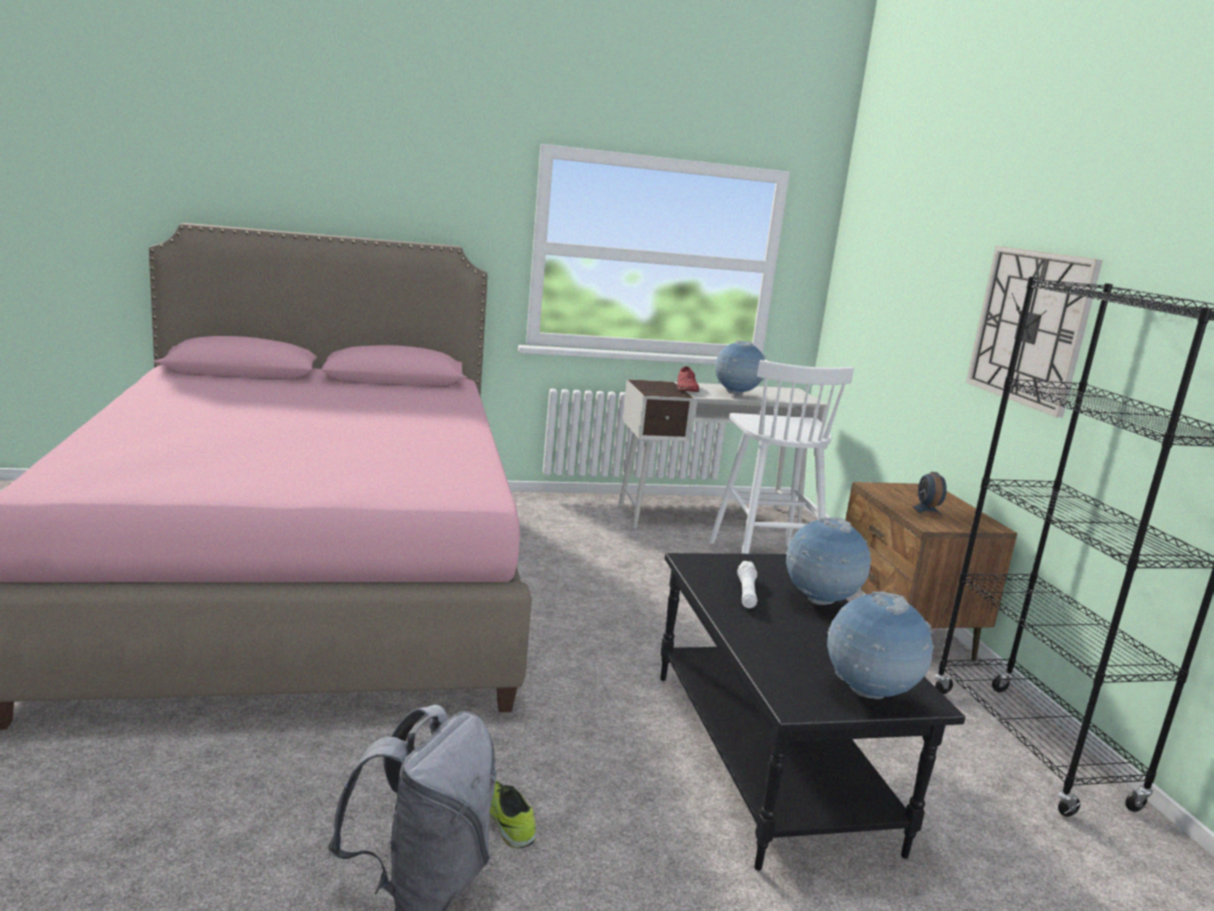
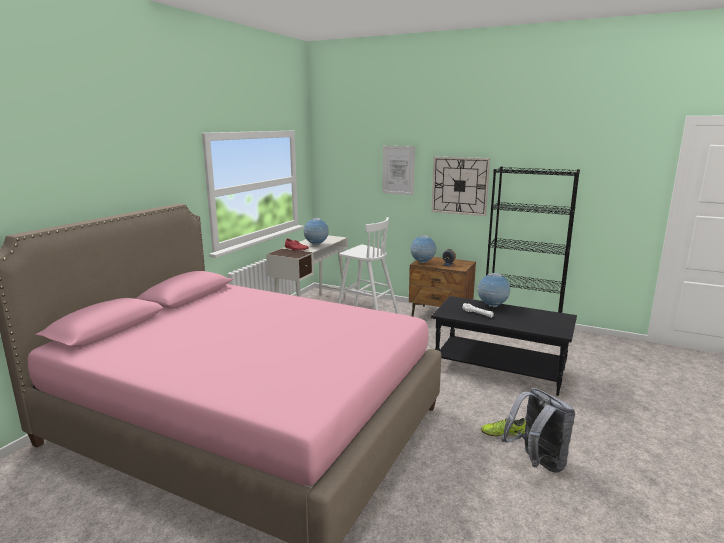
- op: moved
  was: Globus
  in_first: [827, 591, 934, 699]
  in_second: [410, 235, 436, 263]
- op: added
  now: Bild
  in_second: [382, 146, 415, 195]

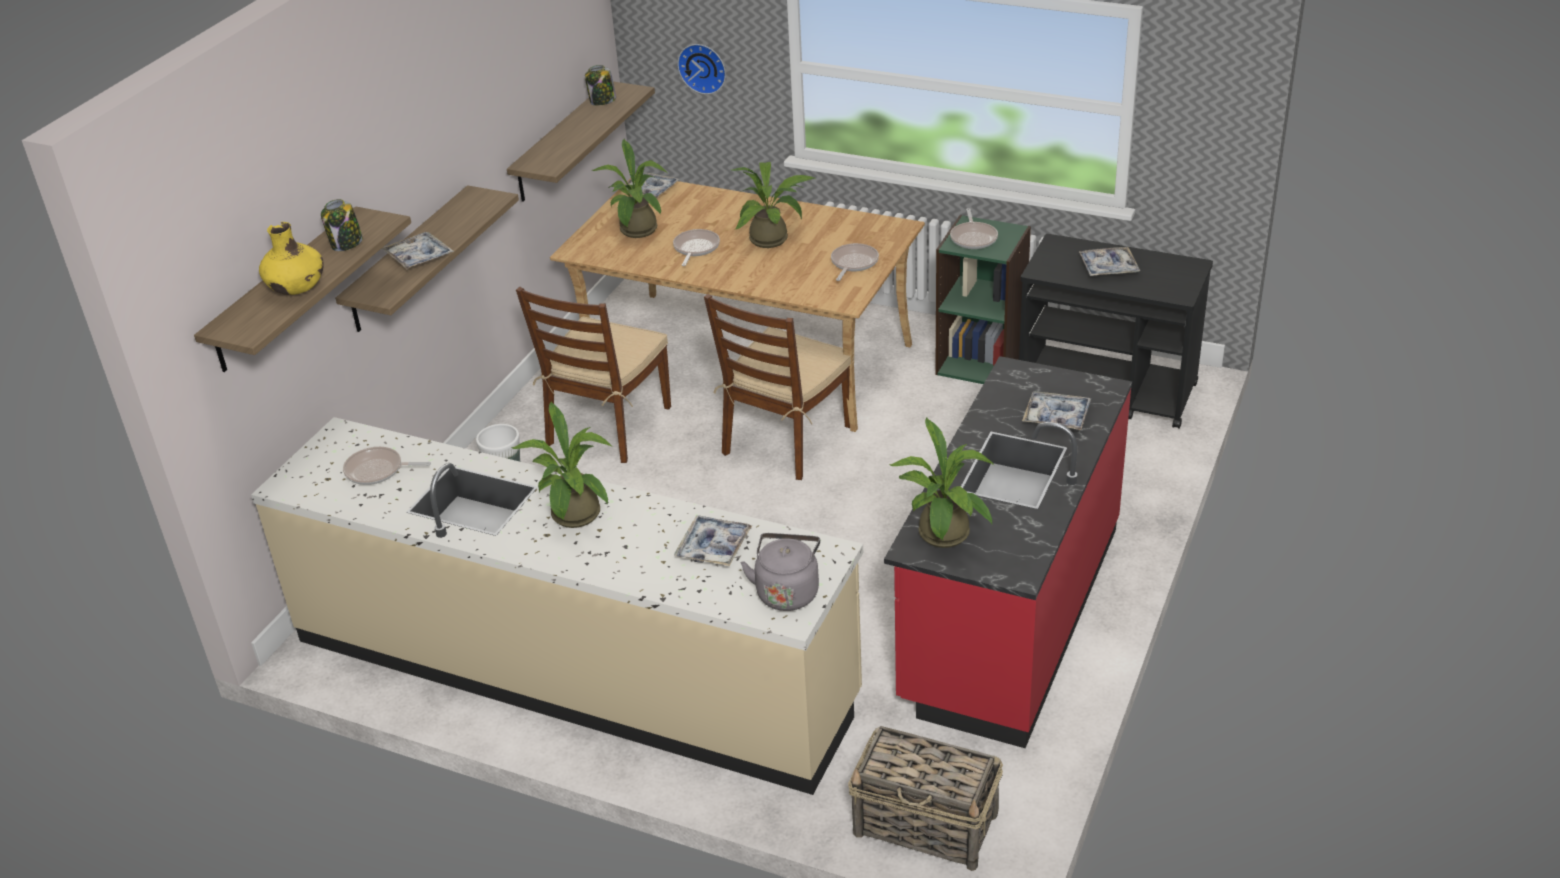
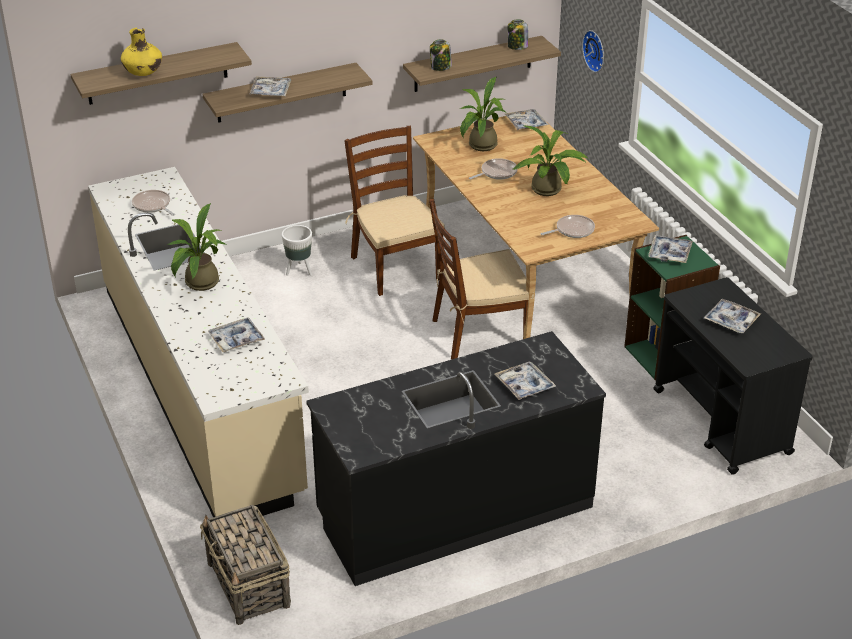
- op: moved
  was: Vorratsglas
  in_first: [321, 199, 363, 251]
  in_second: [430, 39, 452, 71]
- op: replaced
  was: Pfanne
  now: Tablett
  in_first: [950, 208, 998, 249]
  in_second: [648, 235, 693, 263]
- op: turned
  was: Stuhl/braun
  in_first: [516, 287, 671, 463]
  in_second: [344, 126, 445, 296]
  clockwise: 90
- op: recoloured
  was: Küchenzeile/rot
  now: Küchenzeile/schwarz
  in_first: [884, 356, 1132, 748]
  in_second: [306, 331, 606, 586]
- op: removed
  was: Topfpflanze
  in_first: [890, 418, 994, 548]
- op: removed
  was: Wasserkessel/grau
  in_first: [741, 533, 820, 611]

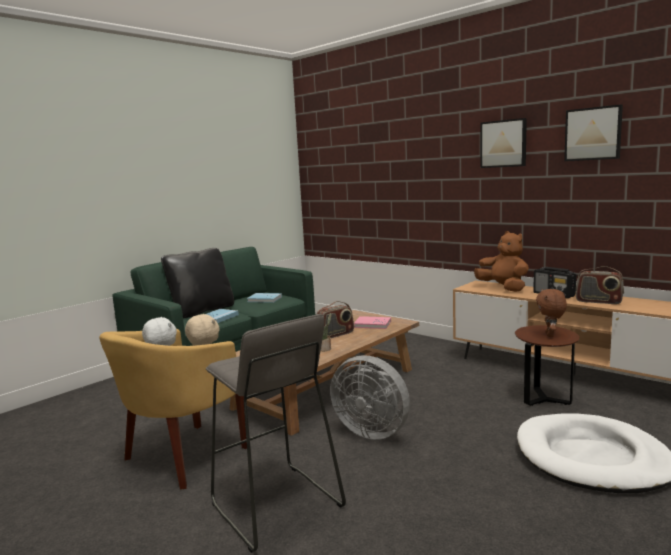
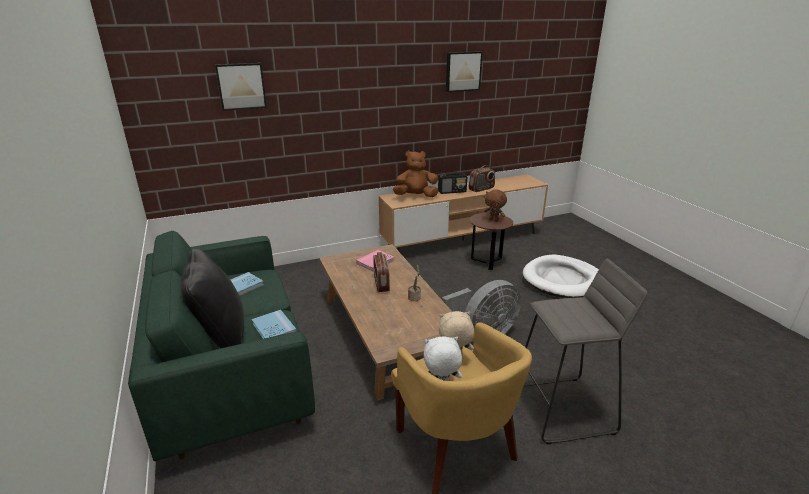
- op: moved
  was: Bild
  in_first: [480, 118, 527, 168]
  in_second: [215, 63, 267, 111]

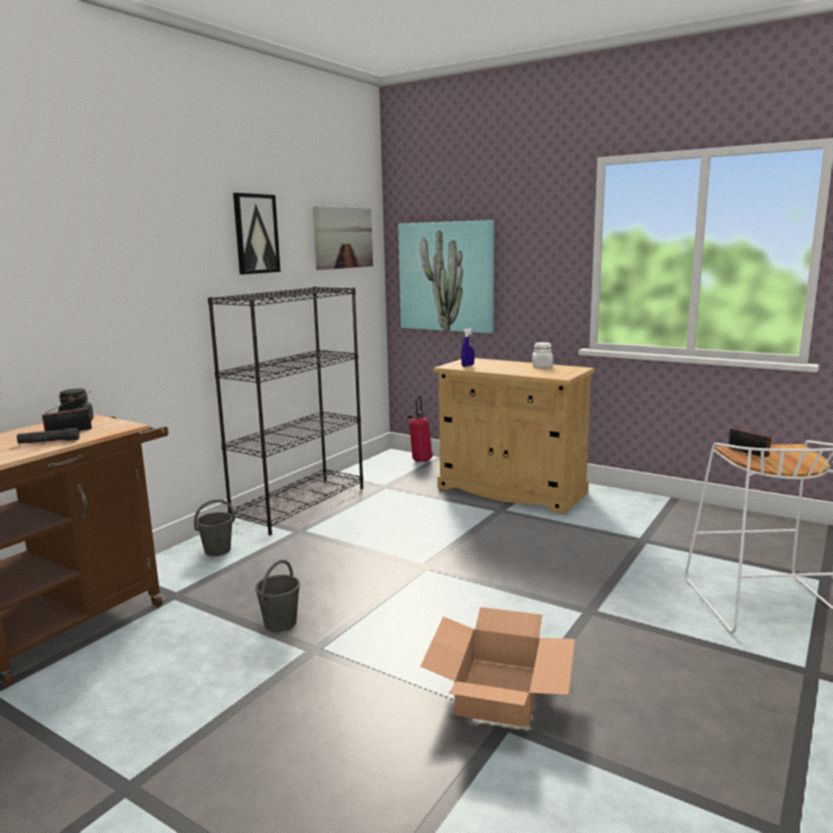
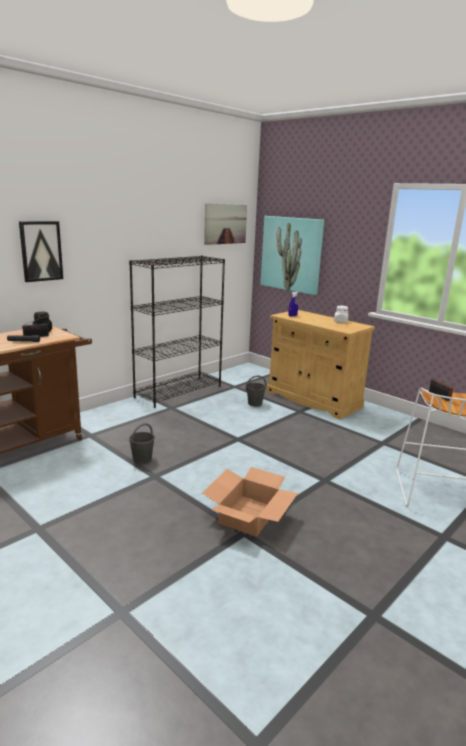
- op: moved
  was: Bild
  in_first: [233, 193, 281, 274]
  in_second: [19, 221, 63, 282]
- op: removed
  was: Feuerlöscher
  in_first: [407, 396, 433, 462]
- op: moved
  was: Eimer/grau
  in_first: [194, 499, 235, 556]
  in_second: [246, 376, 266, 406]

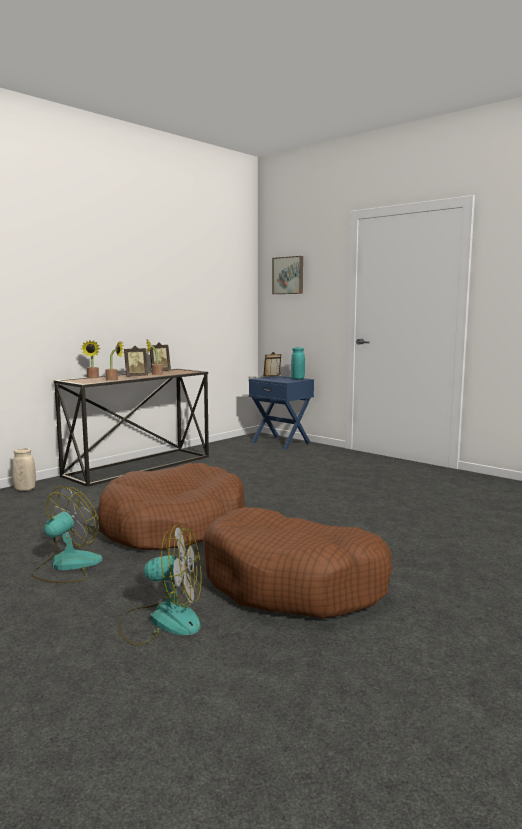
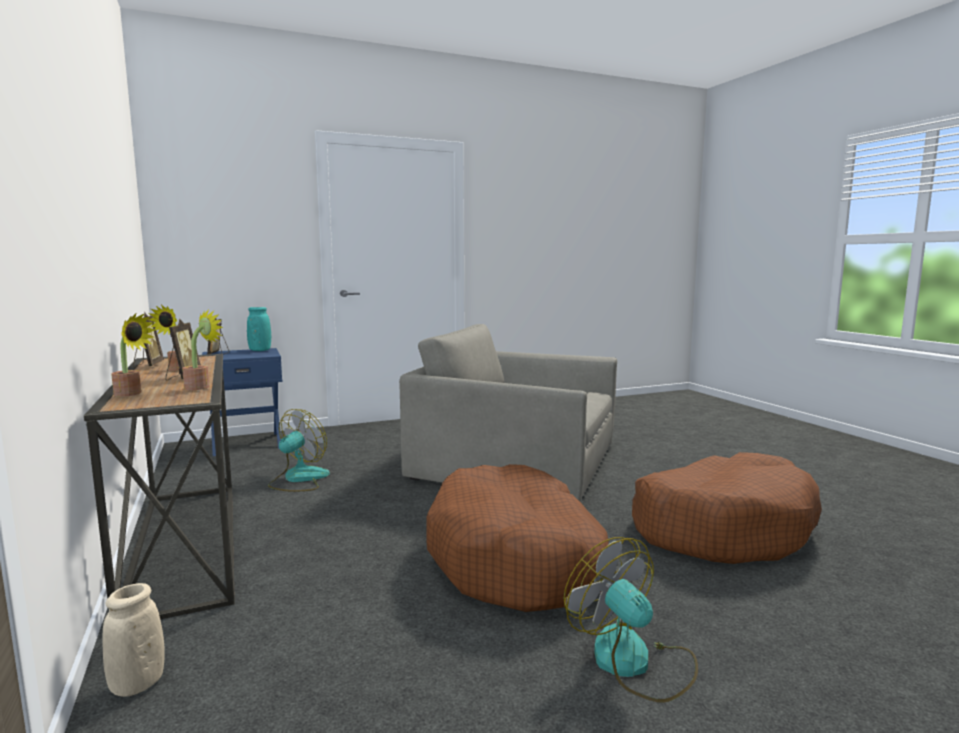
- op: removed
  was: Bild
  in_first: [272, 256, 303, 294]
- op: moved
  was: Ventilator
  in_first: [119, 525, 202, 646]
  in_second: [268, 409, 330, 492]
- op: added
  now: Sessel/grau
  in_second: [399, 324, 617, 502]

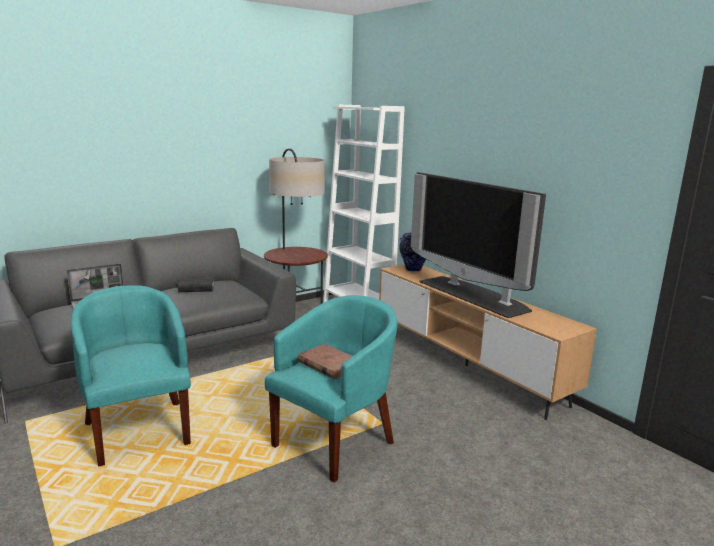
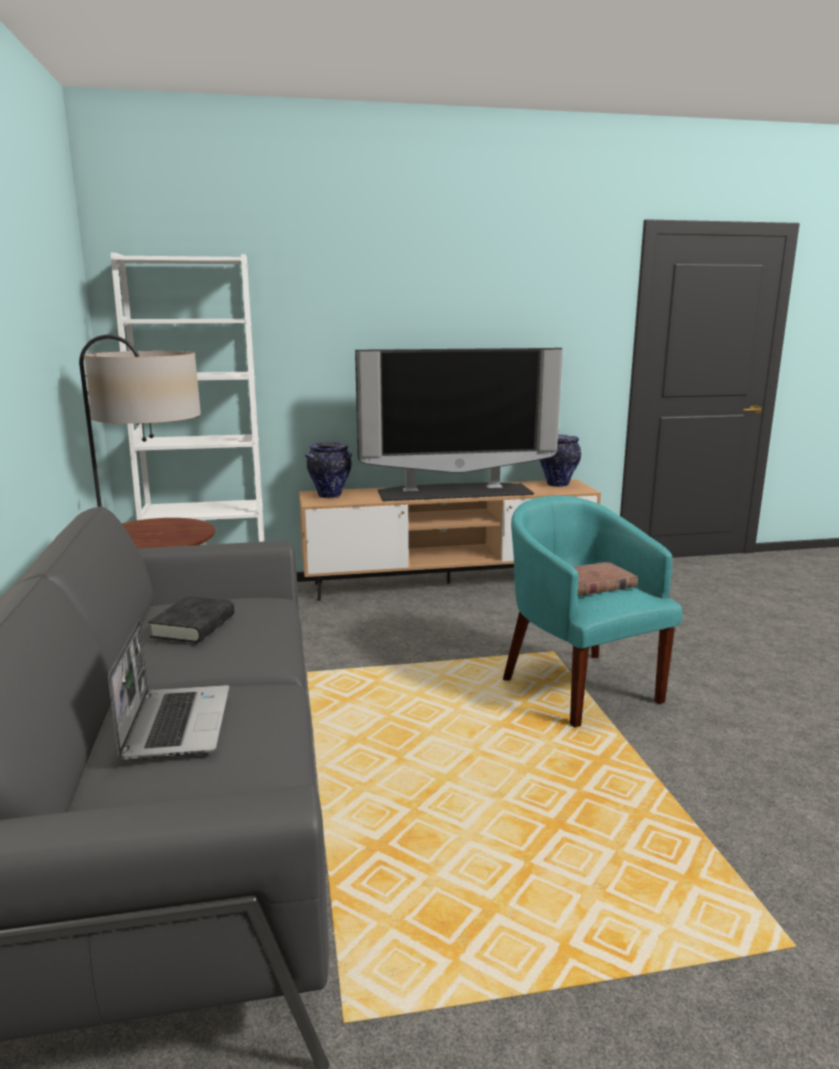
- op: removed
  was: Sessel/türkis
  in_first: [71, 285, 191, 467]
- op: added
  now: Vase
  in_second: [540, 435, 581, 487]

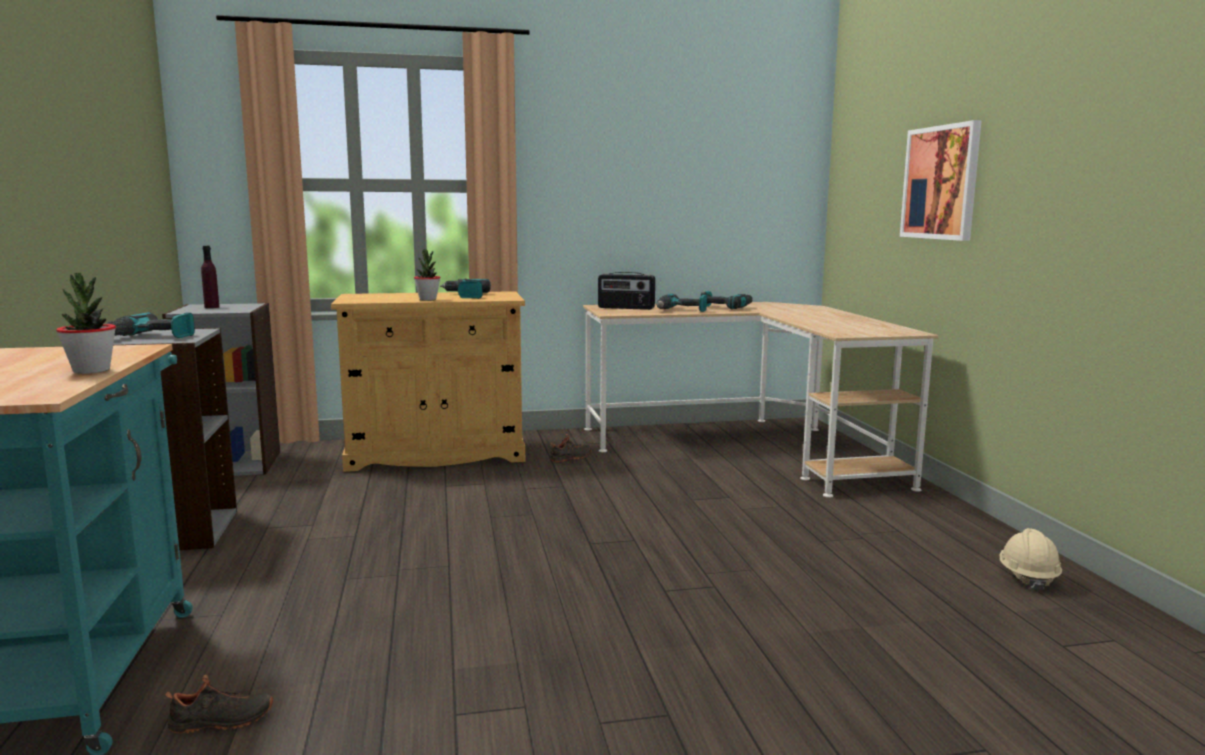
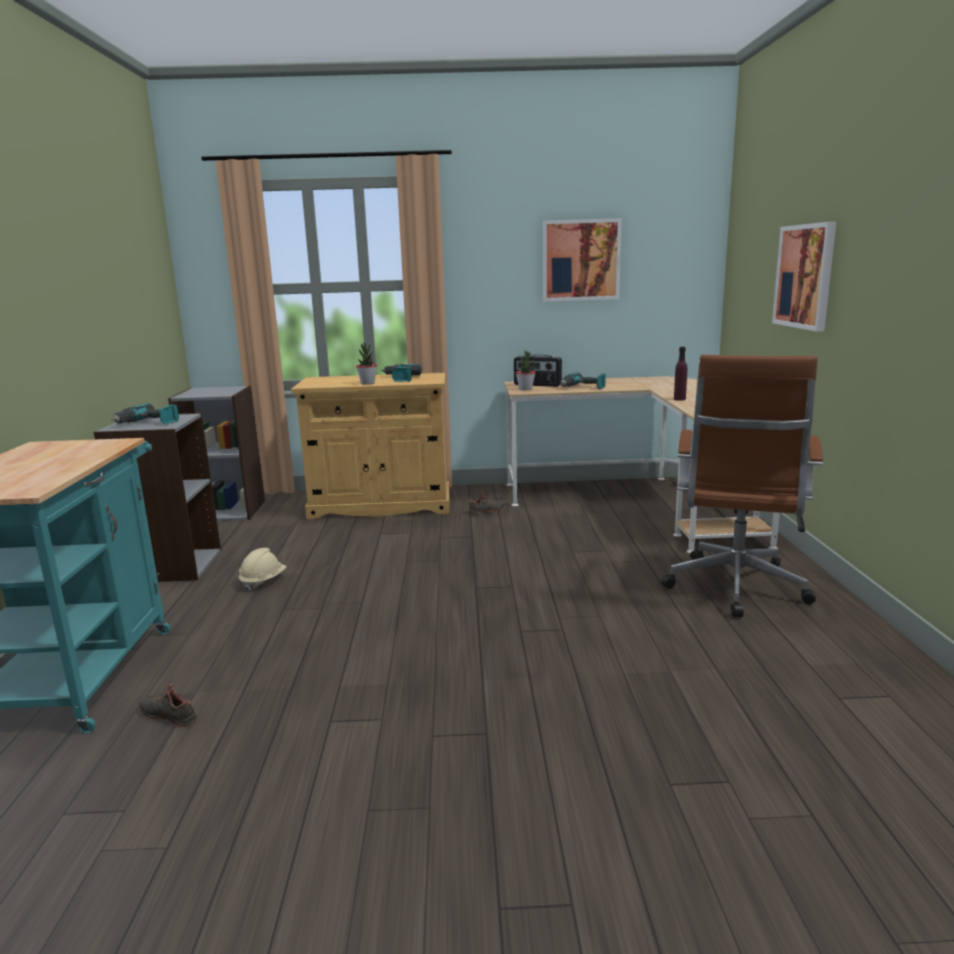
- op: moved
  was: Flasche/lila
  in_first: [201, 246, 219, 308]
  in_second: [674, 347, 687, 401]
- op: moved
  was: Topfpflanze
  in_first: [56, 273, 116, 374]
  in_second: [516, 350, 536, 390]
- op: removed
  was: Bohrmaschine
  in_first: [701, 291, 752, 309]
- op: moved
  was: Schutzhelm/beige
  in_first: [1000, 528, 1062, 592]
  in_second: [239, 548, 286, 591]
- op: turned
  was: Schuh/schwarz
  in_first: [165, 675, 273, 734]
  in_second: [139, 684, 197, 728]
  clockwise: -150
- op: added
  now: Bild
  in_second: [543, 218, 622, 302]
- op: added
  now: Bürostuhl/braun
  in_second: [661, 355, 823, 618]

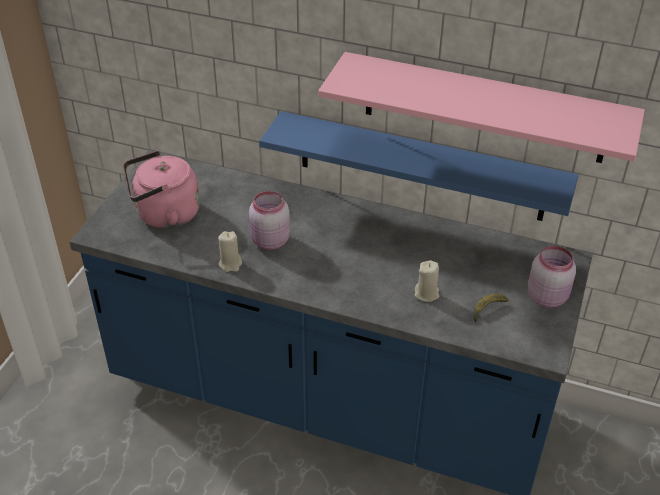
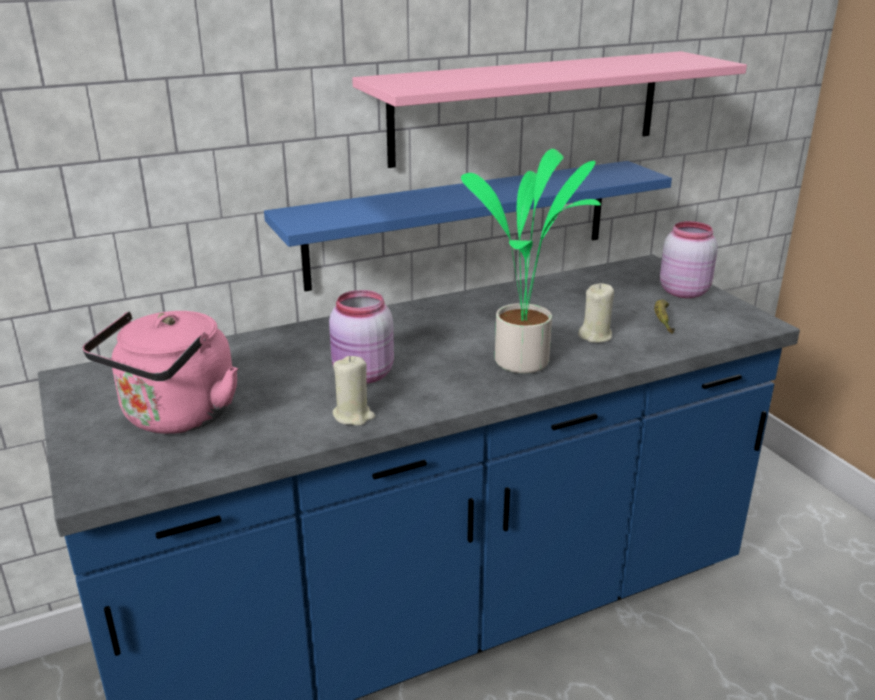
- op: added
  now: Topfpflanze
  in_second: [461, 149, 601, 373]

